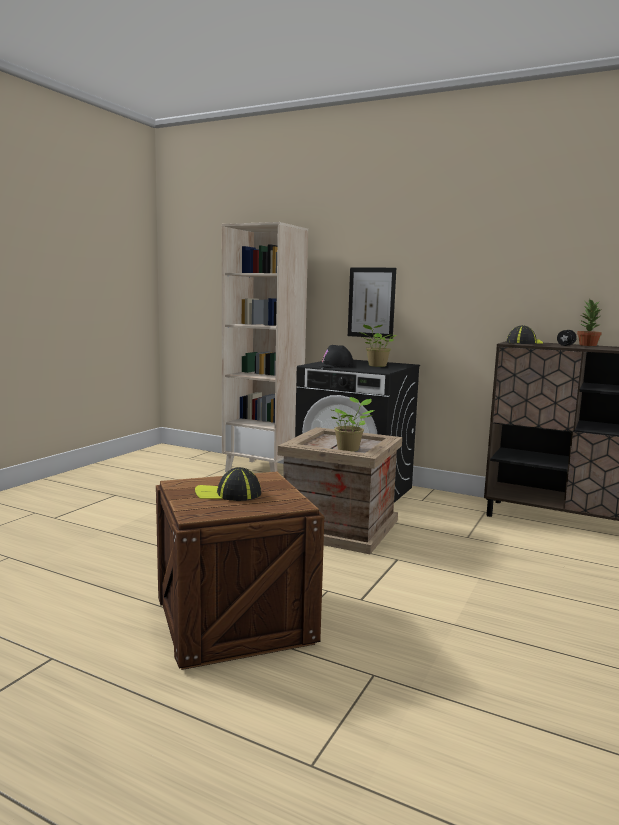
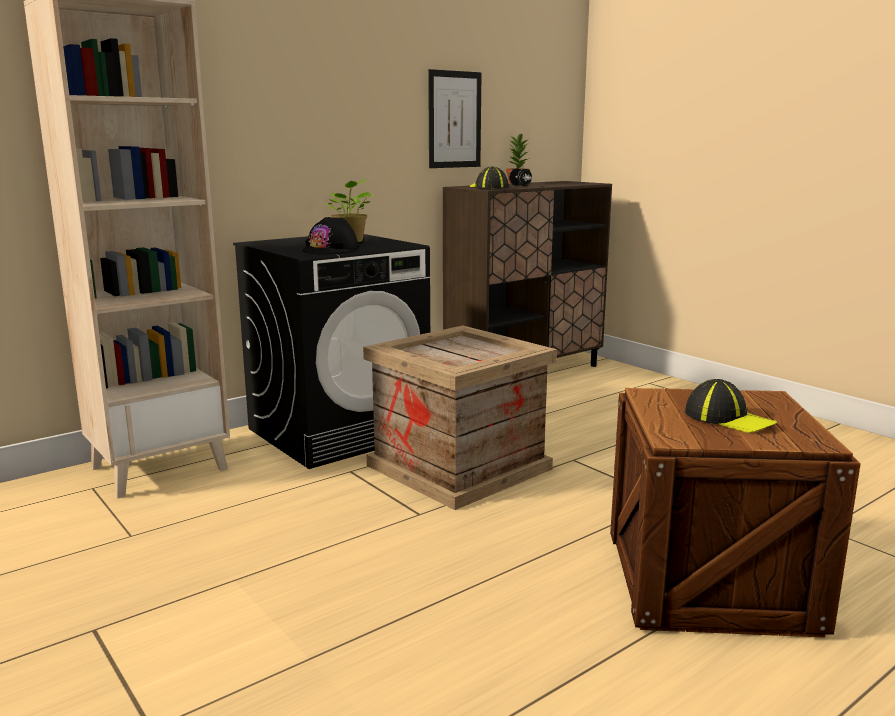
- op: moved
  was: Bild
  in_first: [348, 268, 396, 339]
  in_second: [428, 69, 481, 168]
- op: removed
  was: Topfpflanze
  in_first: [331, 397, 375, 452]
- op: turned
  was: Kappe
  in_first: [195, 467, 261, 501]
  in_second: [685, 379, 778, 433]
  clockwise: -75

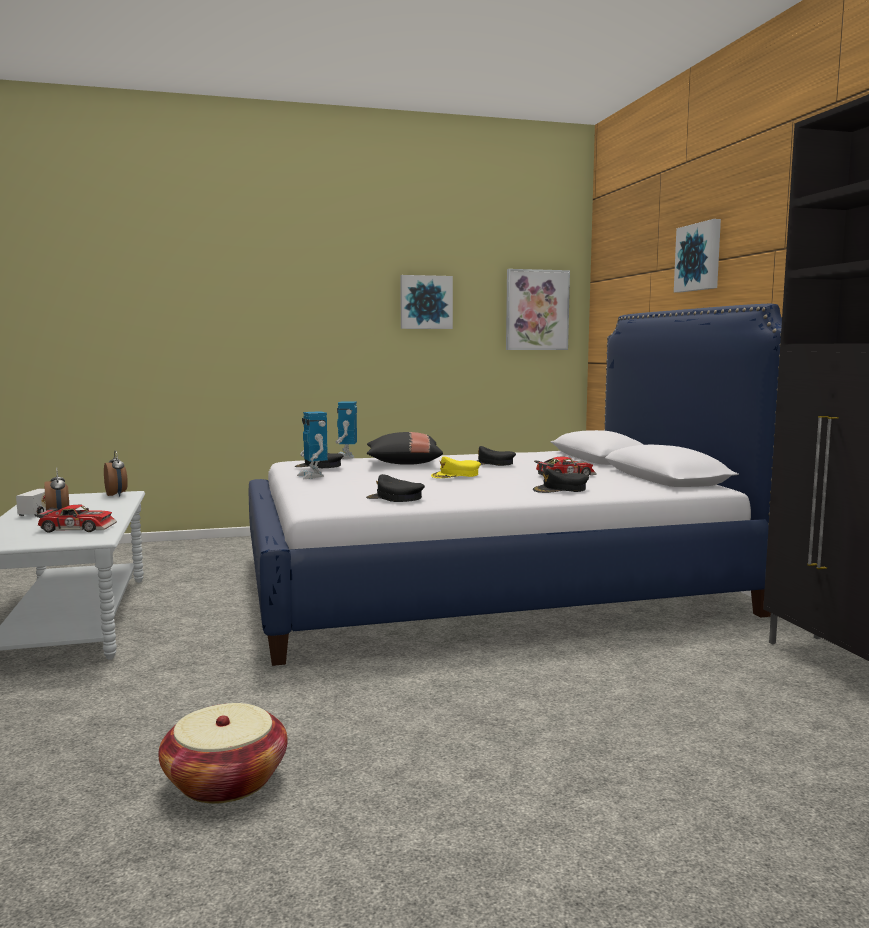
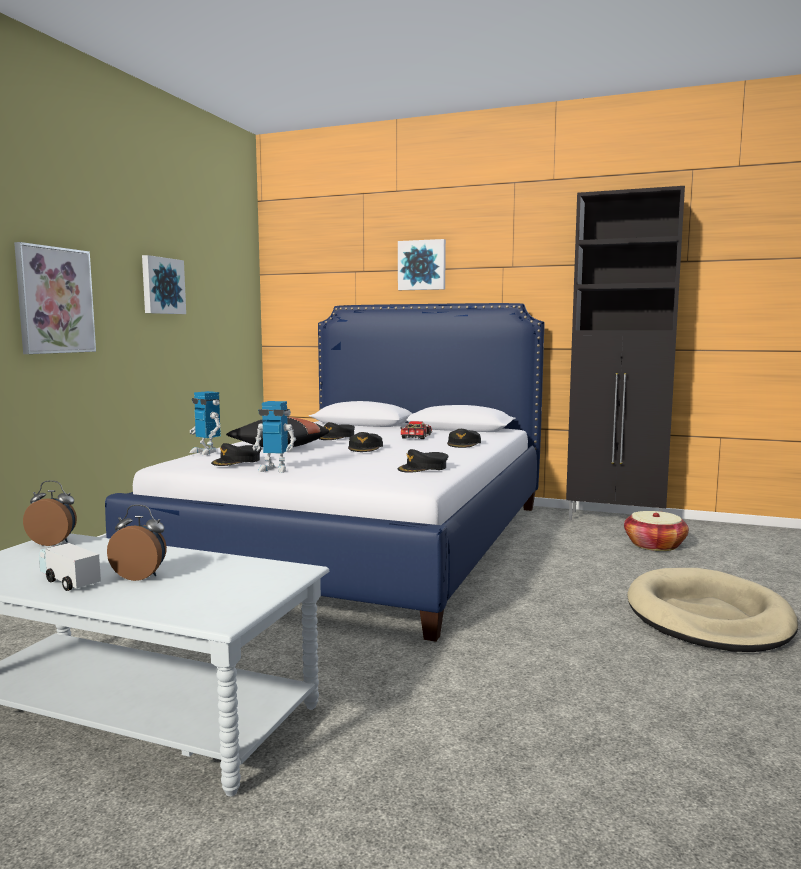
- op: moved
  was: Bild
  in_first: [506, 269, 570, 350]
  in_second: [14, 242, 96, 354]
- op: recoloured
  was: Kappe/gelb
  now: Kappe/schwarz
  in_first: [431, 456, 481, 478]
  in_second: [348, 432, 383, 452]
- op: removed
  was: Spielzeugauto
  in_first: [35, 505, 117, 532]
- op: moved
  was: Korb
  in_first: [158, 703, 288, 804]
  in_second: [624, 511, 689, 551]
- op: added
  now: Hundebett/beige
  in_second: [627, 568, 798, 652]

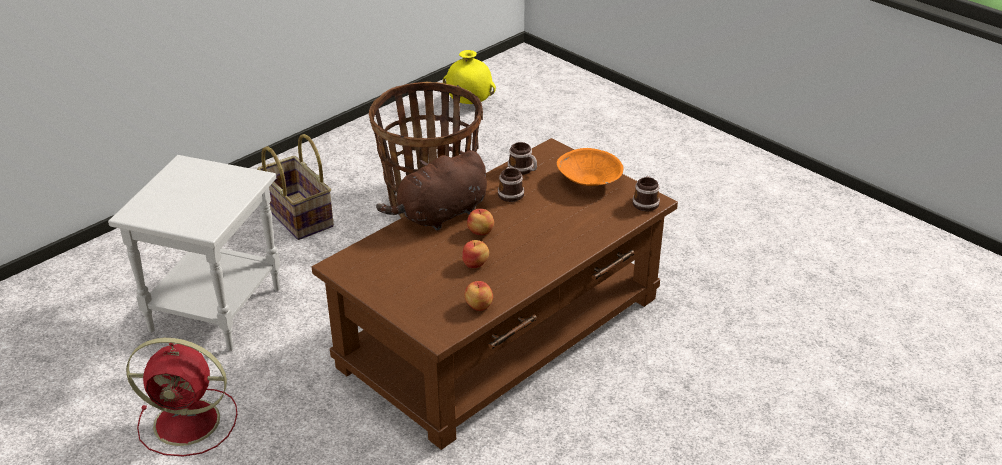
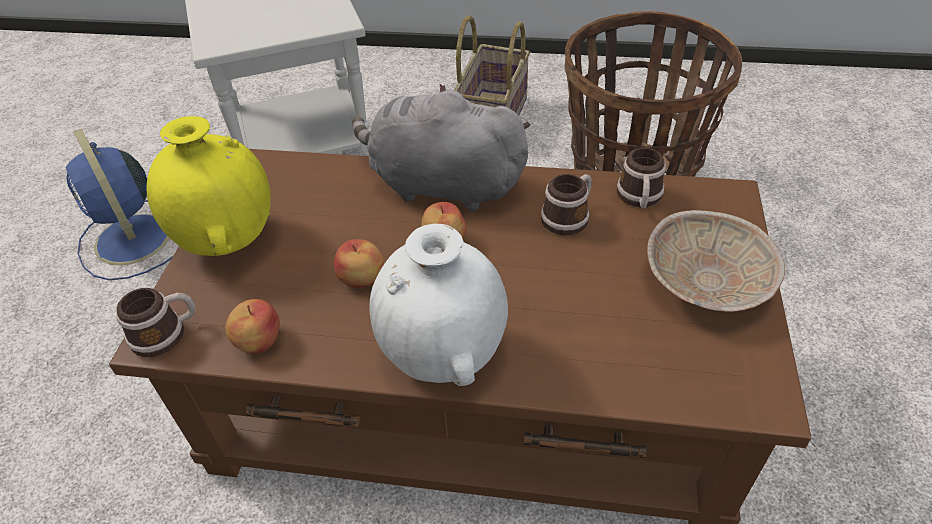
- op: moved
  was: Vase/gelb
  in_first: [443, 50, 496, 104]
  in_second: [146, 116, 271, 256]
- op: recoloured
  was: Schüssel/orange
  now: Schüssel/beige
  in_first: [557, 148, 623, 186]
  in_second: [647, 210, 785, 312]
- op: recoloured
  was: Plüschtier/braun
  now: Plüschtier/grau
  in_first: [376, 150, 487, 231]
  in_second: [352, 84, 531, 211]
- op: moved
  was: Henkelbecher
  in_first: [633, 176, 660, 211]
  in_second: [116, 288, 196, 357]
- op: recoloured
  was: Ventilator/rot
  now: Ventilator/blau
  in_first: [126, 338, 237, 456]
  in_second: [66, 129, 173, 280]
- op: added
  now: Vase/weiß
  in_second: [370, 224, 508, 386]

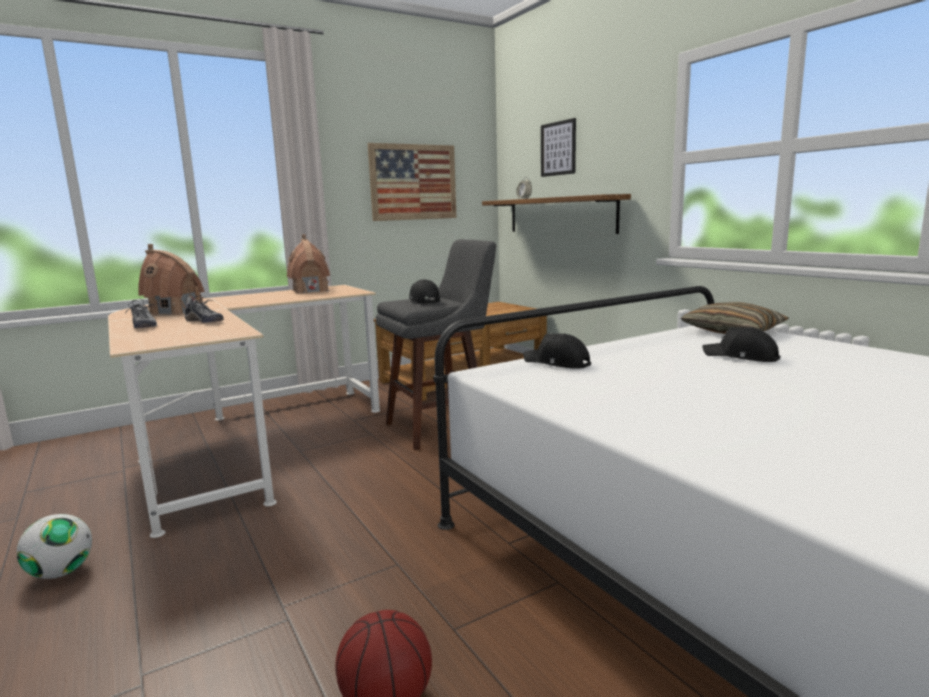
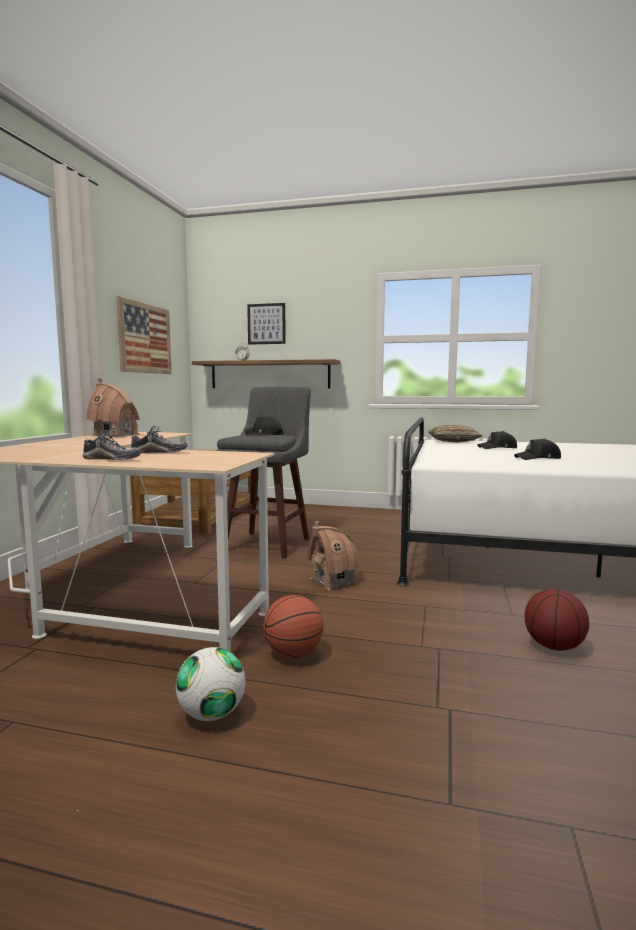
- op: moved
  was: Spielzeughaus
  in_first: [138, 244, 205, 315]
  in_second: [307, 521, 360, 590]
- op: moved
  was: Kappe/schwarz
  in_first: [523, 333, 591, 369]
  in_second: [514, 438, 561, 460]
- op: added
  now: Basketball
  in_second: [263, 595, 324, 658]

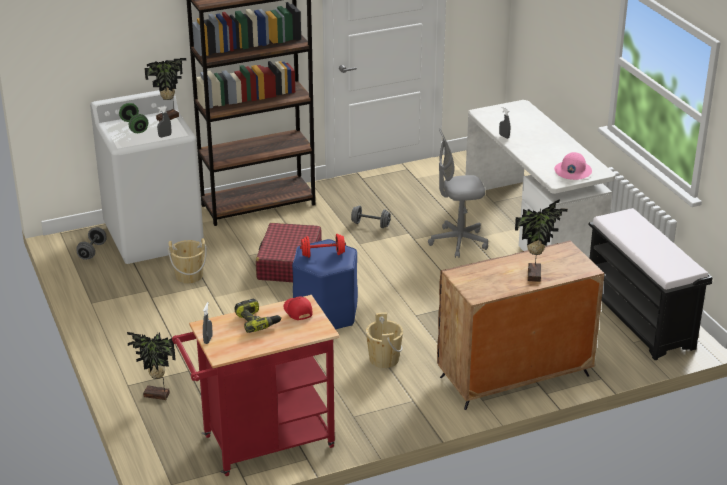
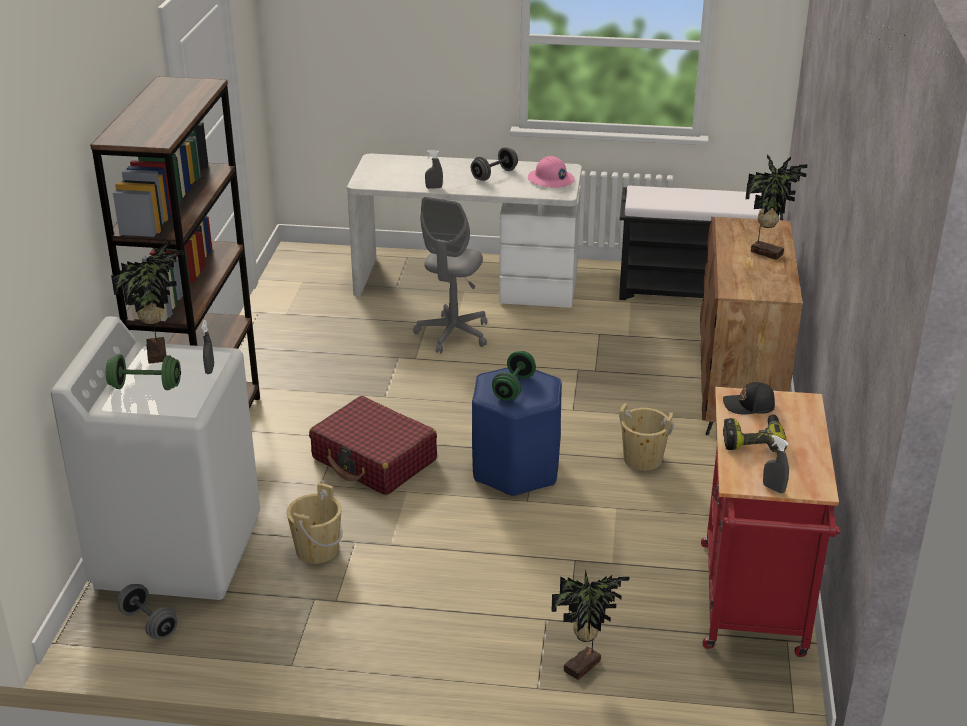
- op: moved
  was: Hantel/grau
  in_first: [351, 205, 391, 228]
  in_second: [471, 147, 518, 181]
- op: recoloured
  was: Hantel/rot
  now: Hantel/grün
  in_first: [300, 234, 346, 258]
  in_second: [492, 351, 536, 401]
- op: recoloured
  was: Kappe/rot
  now: Kappe/schwarz
  in_first: [284, 297, 313, 320]
  in_second: [723, 382, 775, 414]

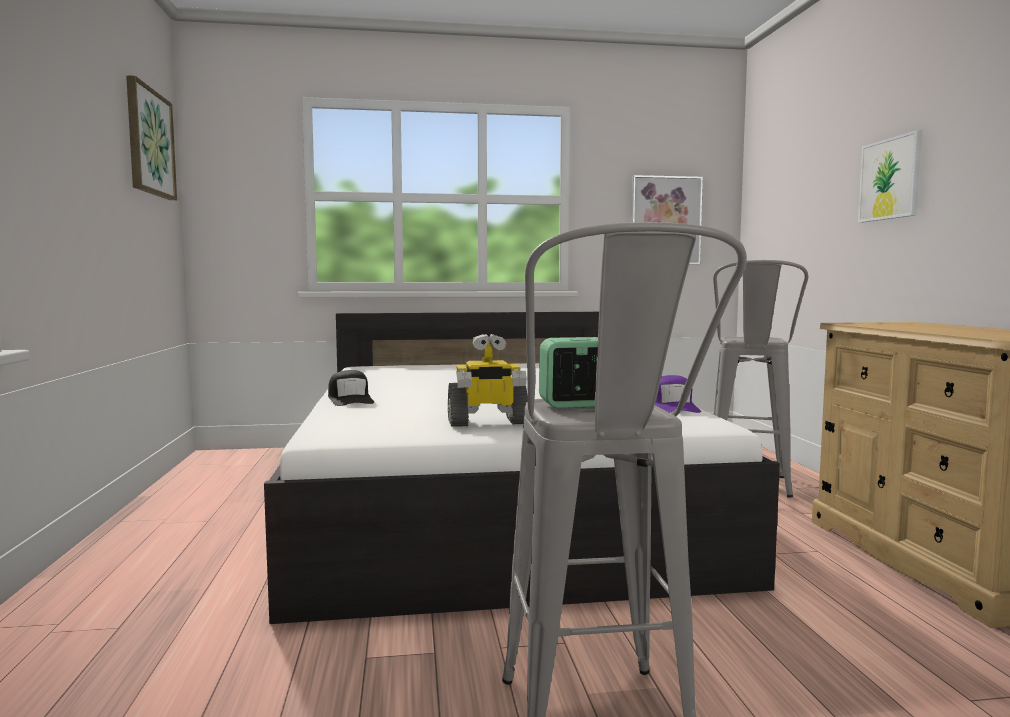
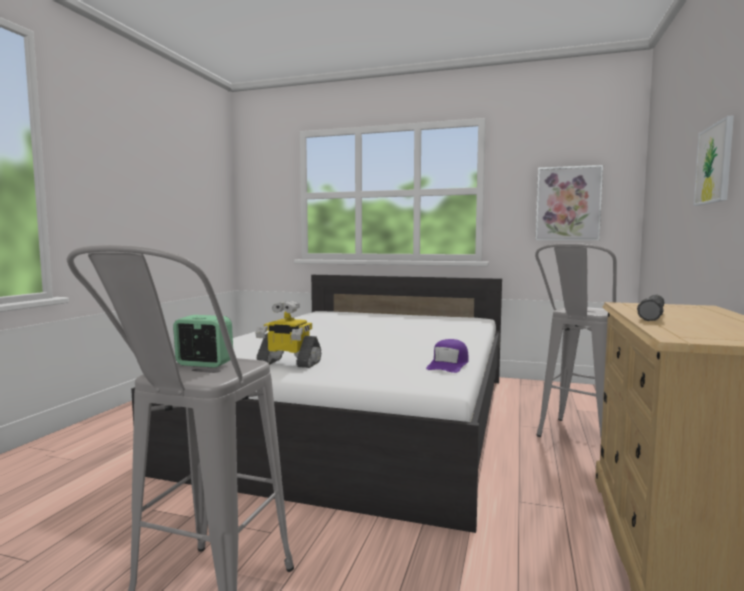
- op: removed
  was: Bild
  in_first: [126, 75, 177, 200]
- op: removed
  was: Kappe/schwarz
  in_first: [328, 370, 374, 406]
- op: added
  now: Taschenlampe/schwarz
  in_second: [637, 295, 665, 321]

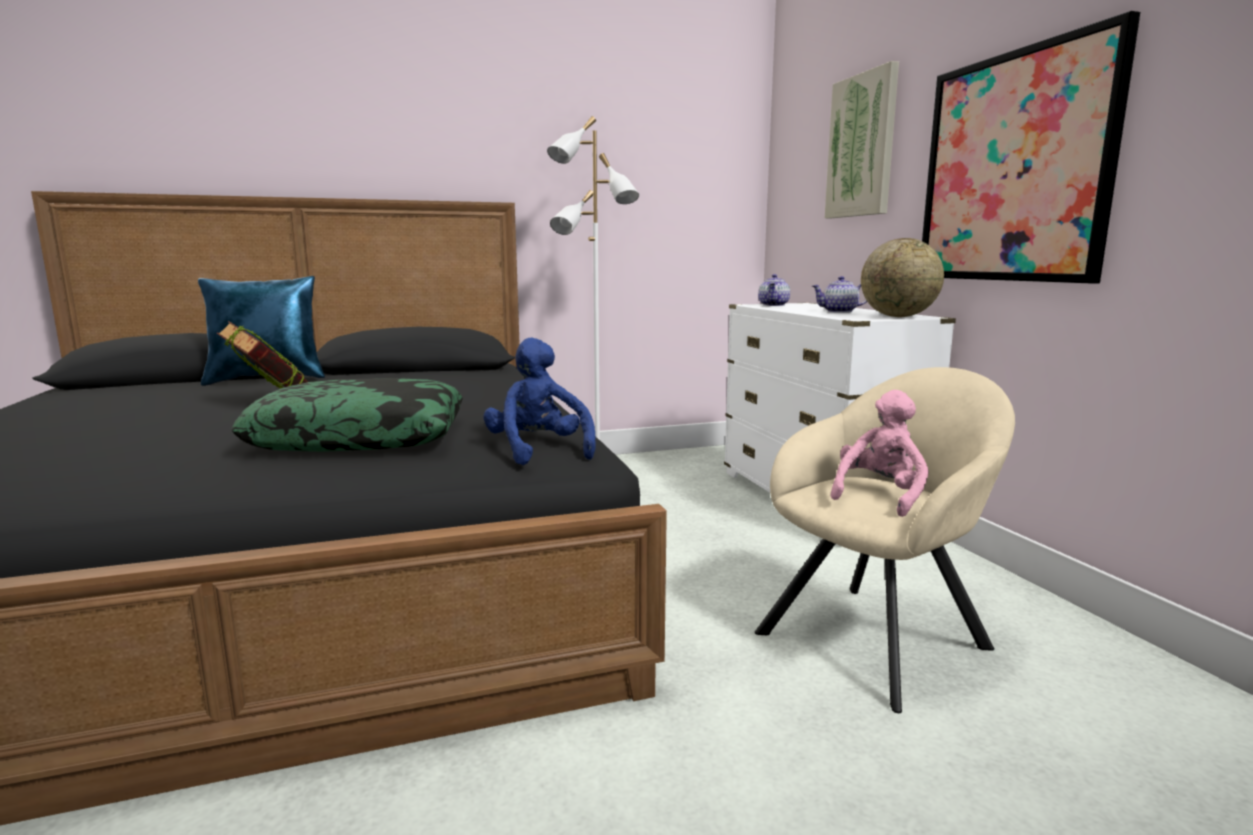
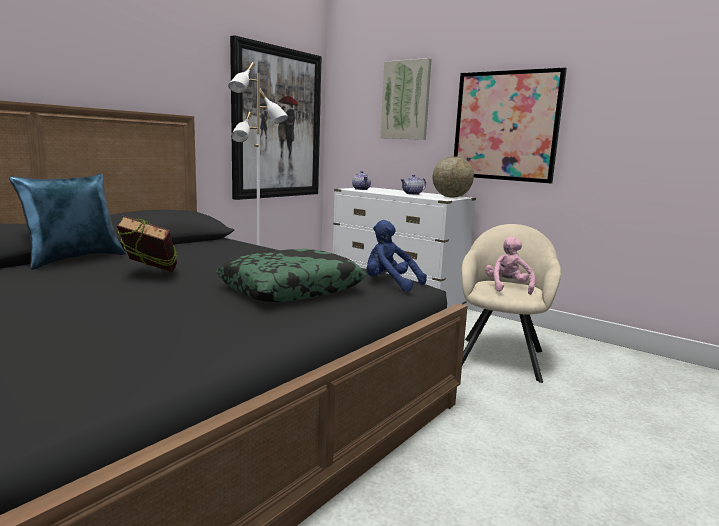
- op: added
  now: Bild
  in_second: [230, 35, 322, 200]

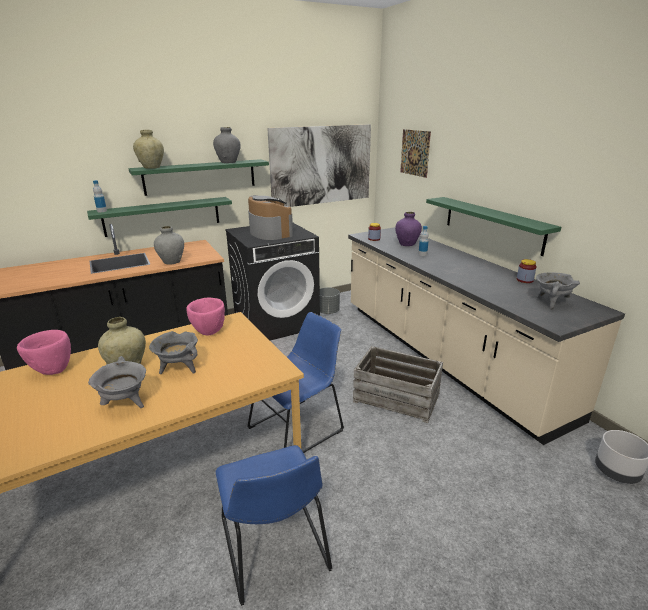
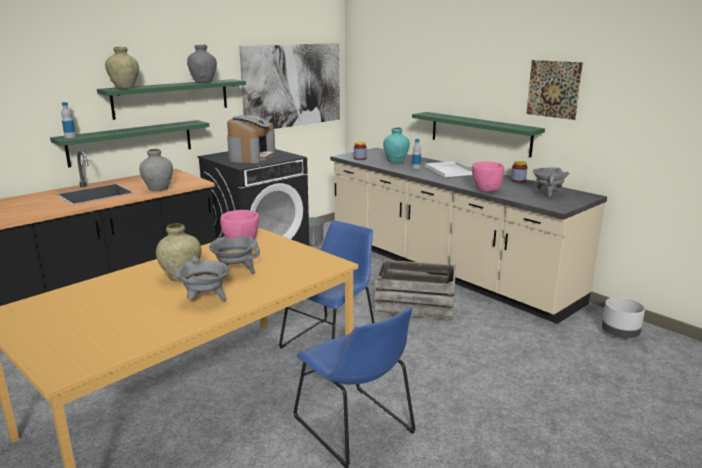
- op: moved
  was: Bild
  in_first: [400, 129, 431, 178]
  in_second: [526, 60, 583, 120]
- op: turned
  was: Kaffeemaschine
  in_first: [248, 195, 293, 240]
  in_second: [227, 115, 275, 163]
  clockwise: 60
- op: recoloured
  was: Vase/lila
  now: Vase/türkis
  in_first: [395, 212, 422, 246]
  in_second: [383, 127, 410, 162]
- op: moved
  was: Schüssel/rosa
  in_first: [17, 330, 71, 375]
  in_second: [472, 161, 504, 192]
- op: added
  now: Tablett/weiß
  in_second: [425, 161, 472, 177]

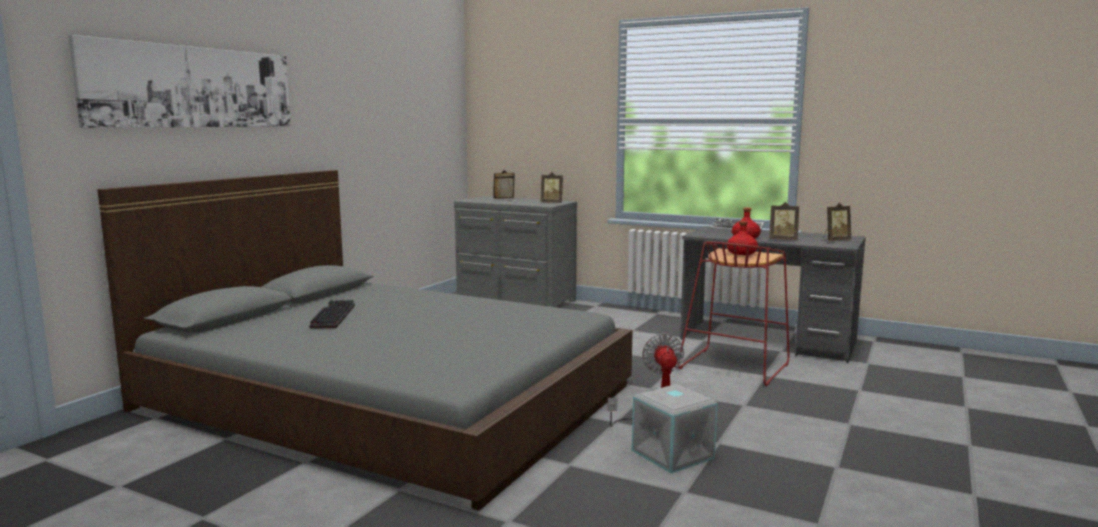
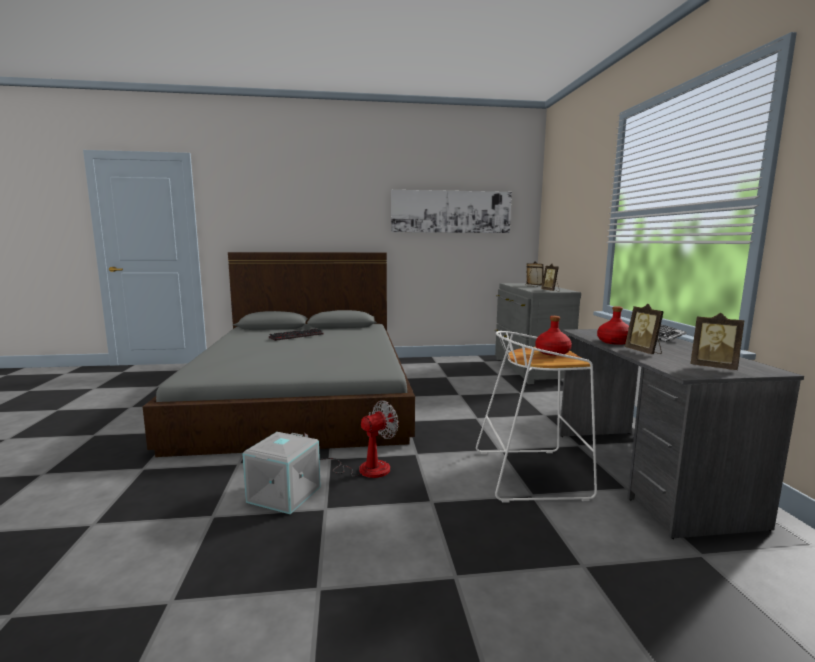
- op: moved
  was: Bild
  in_first: [68, 35, 291, 128]
  in_second: [391, 190, 512, 233]
- op: recoloured
  was: Hocker/rot
  now: Hocker/weiß
  in_first: [677, 242, 790, 386]
  in_second: [476, 331, 597, 503]

